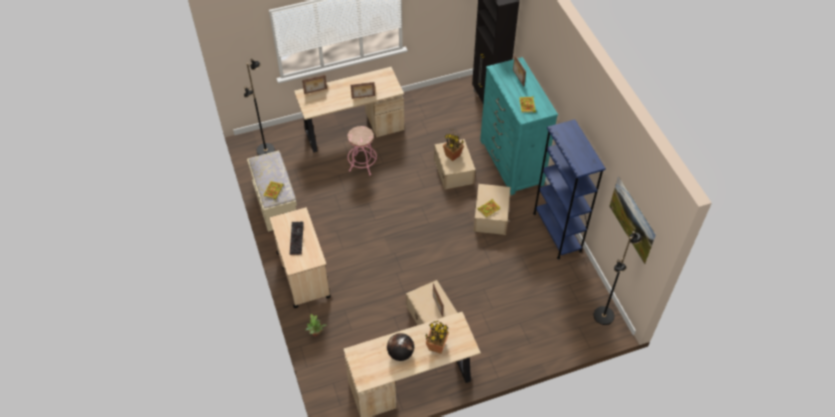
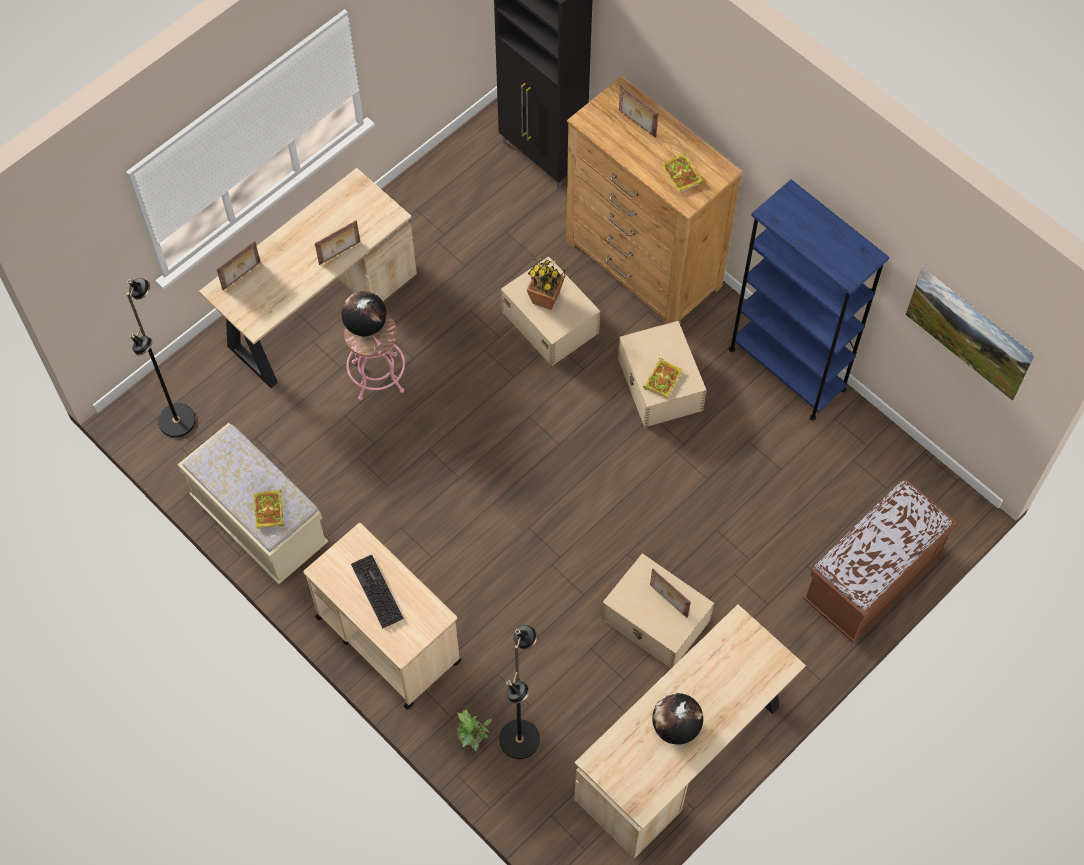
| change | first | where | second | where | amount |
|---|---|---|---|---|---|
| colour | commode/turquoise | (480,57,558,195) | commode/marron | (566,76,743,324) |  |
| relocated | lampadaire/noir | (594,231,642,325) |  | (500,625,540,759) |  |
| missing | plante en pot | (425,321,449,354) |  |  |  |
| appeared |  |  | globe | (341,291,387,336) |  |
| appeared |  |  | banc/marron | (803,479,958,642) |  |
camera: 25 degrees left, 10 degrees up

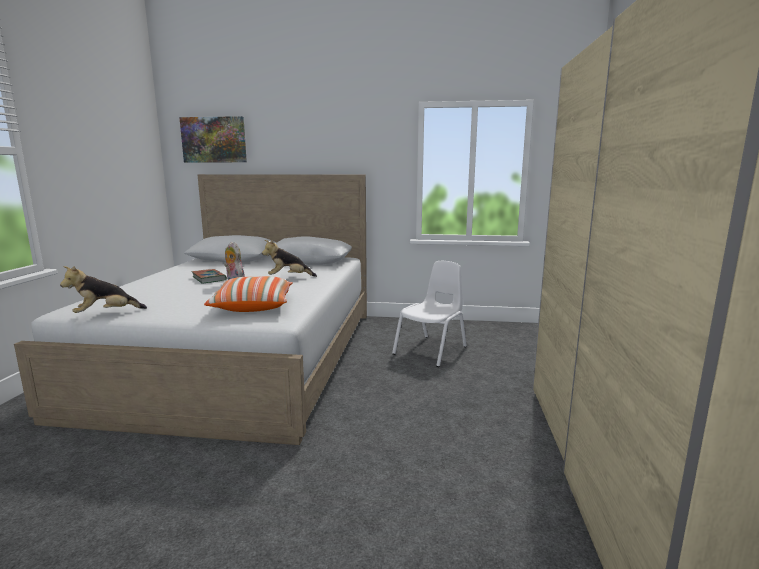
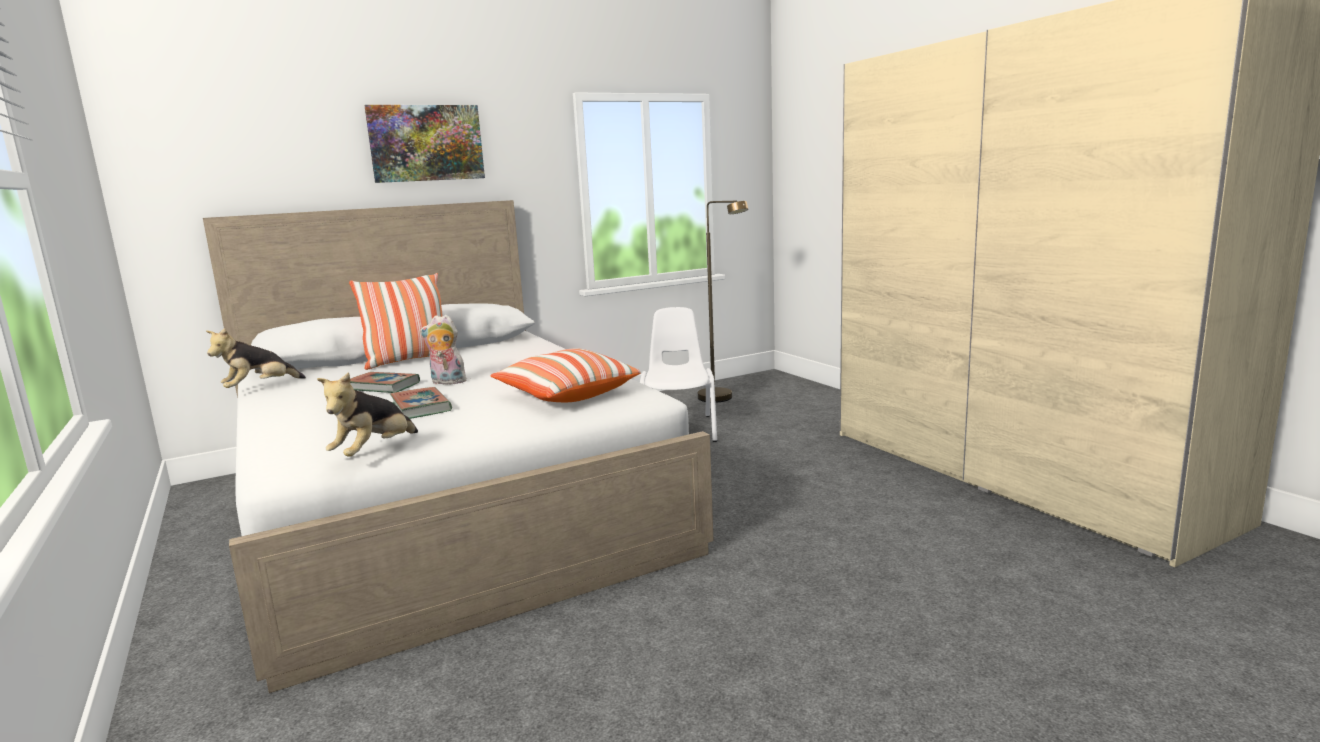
| change | first | where | second | where | amount |
|---|---|---|---|---|---|
| relocated | tableau | (179,116,247,162) |  | (365,105,485,183) |  |
| relocated | peluche | (262,240,317,277) |  | (206,328,306,388) |  |
| appeared |  |  | lampadaire/marron | (698,201,748,403) |  |
| appeared |  |  | coussin | (349,273,442,370) |  |
| appeared |  |  | livre | (390,387,452,419) |  |
camera: 35 degrees left, 0 degrees up

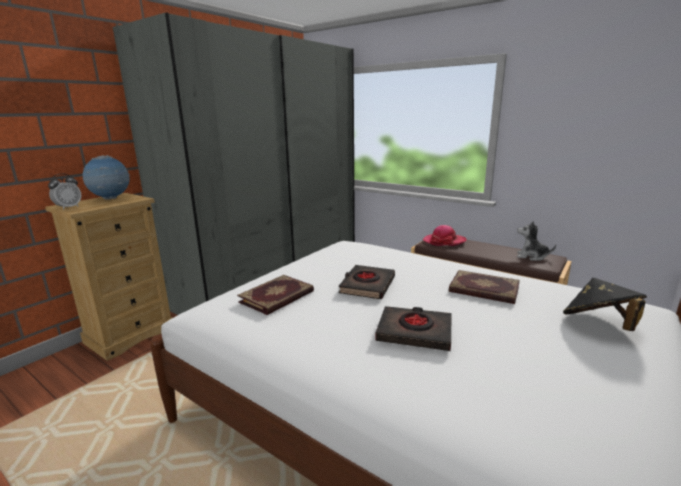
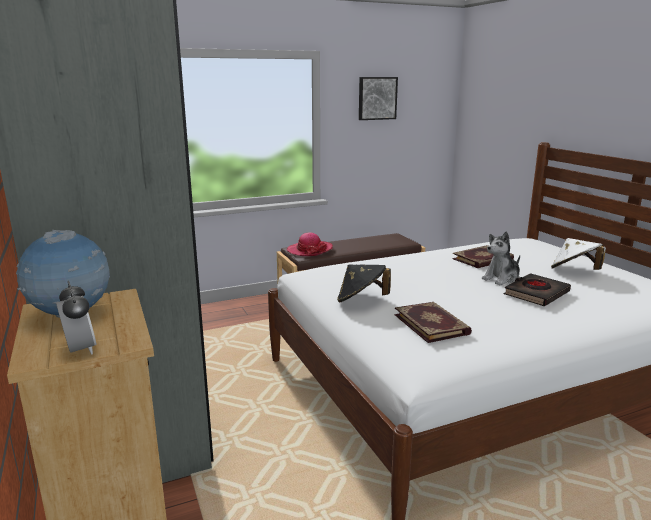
| change | first | where | second | where | amount |
|---|---|---|---|---|---|
| relocated | peluche | (517,221,556,261) |  | (482,231,520,286) |  |
| missing | livre/noir | (338,265,395,299) |  |  |  |
| relocated | chapeau/noir | (563,278,647,331) |  | (337,264,391,303) |  |
| appeared |  |  | tableau | (359,77,398,120) |  |
| appeared |  |  | chapeau/blanc | (551,238,606,270) |  |
camera: 60 degrees left, 0 degrees up

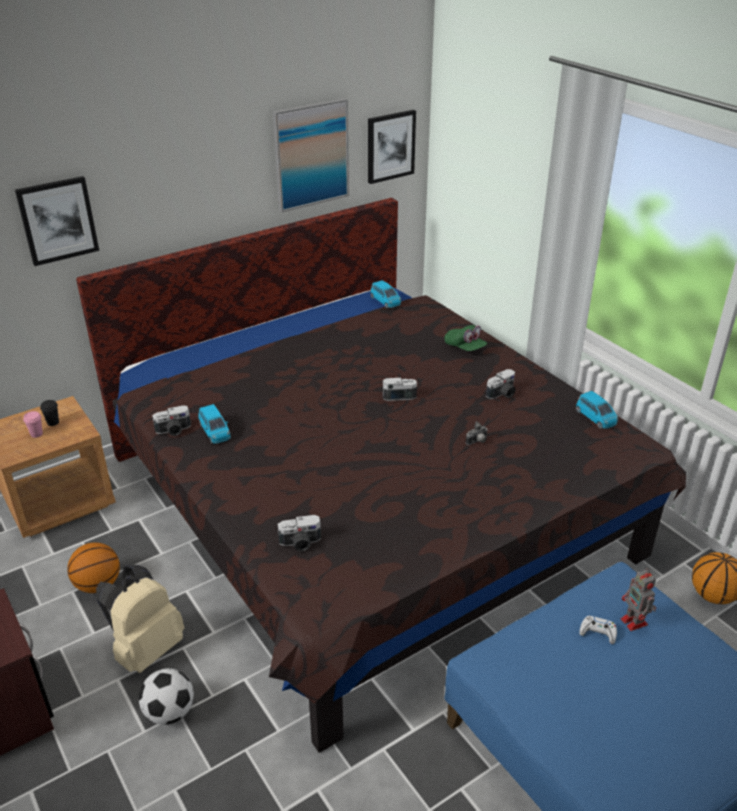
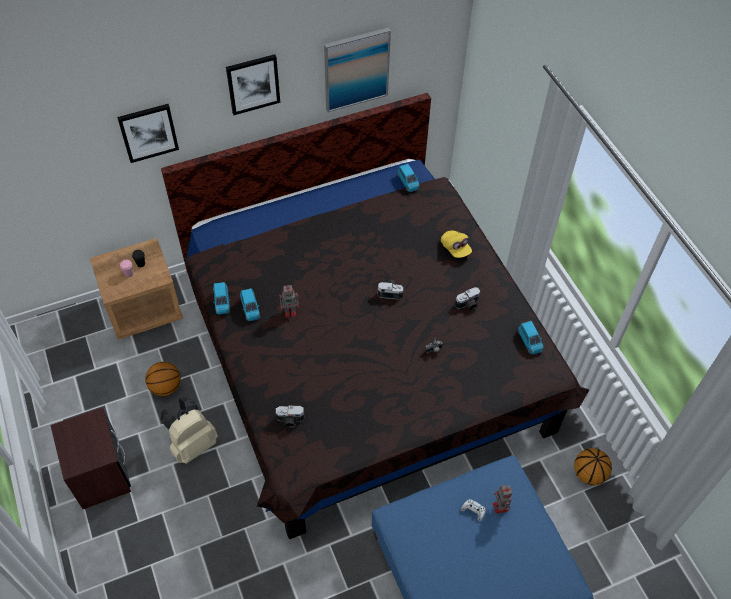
| change | first | where | second | where | amount |
|---|---|---|---|---|---|
| relocated | tableau | (368,110,416,184) |  | (226,54,280,115) |  |
| colour | casquette/vert | (444,325,487,351) | casquette/jaune | (441,231,472,258) |  |
| exchanged | appareil photo | (152,405,191,436) | petite voiture/bleu | (213,282,230,315) |  |
| missing | ballon de foot | (139,668,194,725) |  |  |  |
| appeared |  |  | robot jouet | (279,285,299,317) |  |
camera: 10 degrees right, 20 degrees up

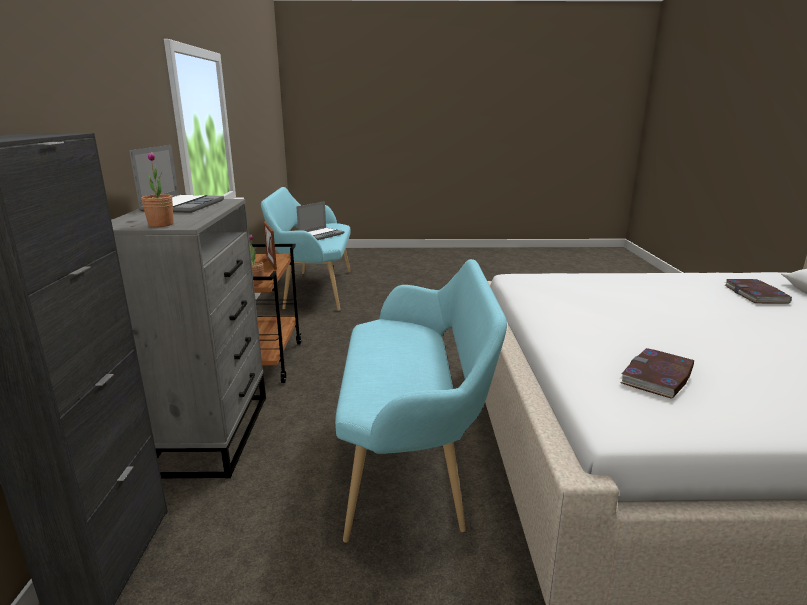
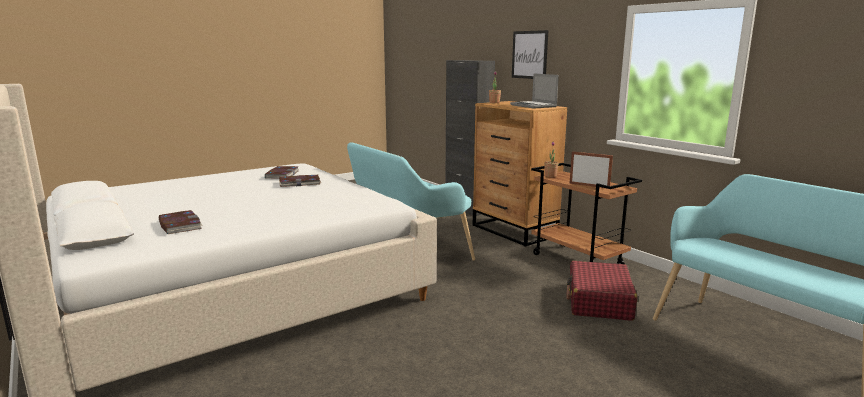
| change | first | where | second | where | amount |
|---|---|---|---|---|---|
| colour | commode/gris | (111,199,266,478) | commode/marron | (473,101,567,247) |  |
| missing | ordinateur portable | (296,201,345,240) |  |  |  |
| appeared |  |  | tableau | (512,30,548,79) |  |
| appeared |  |  | livre | (279,175,321,187) |  |
| appeared |  |  | valise/rouge | (566,261,637,321) |  |
camera: 145 degrees right, 5 degrees down

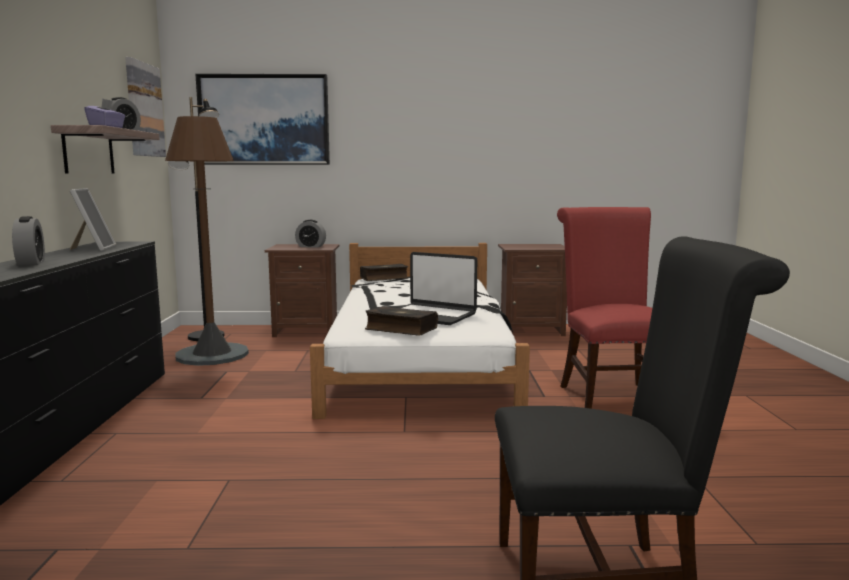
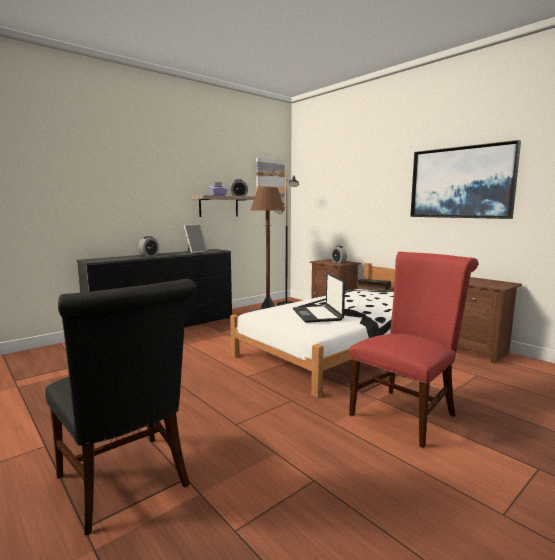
| change | first | where | second | where | amount |
|---|---|---|---|---|---|
| relocated | tableau | (195,74,330,165) |  | (410,140,521,219) |  |
| missing | livre | (365,306,438,336) |  |  |  |
camera: 50 degrees right, 0 degrees up

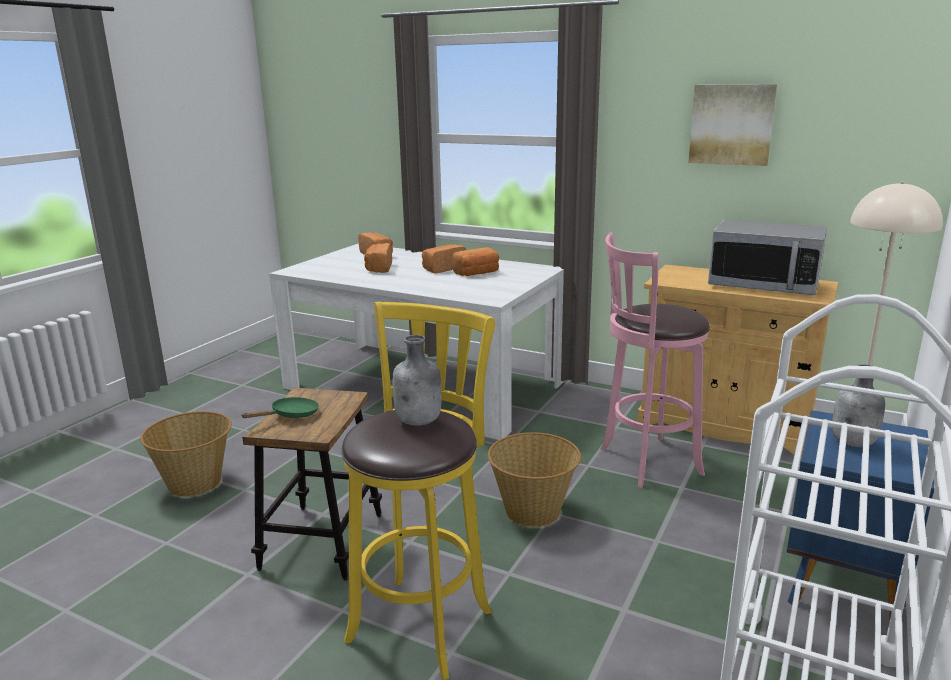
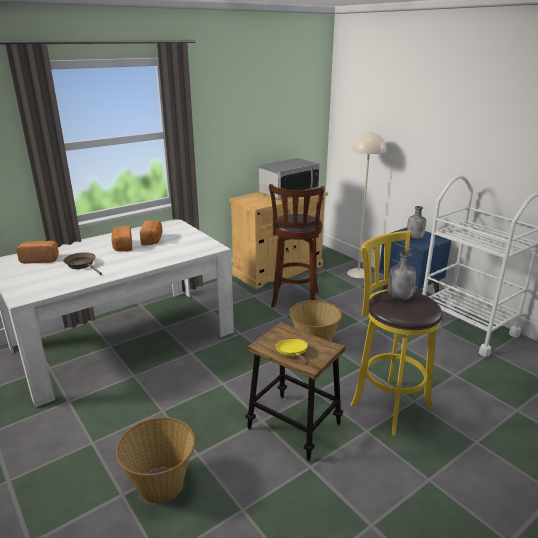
| change | first | where | second | where | amount |
|---|---|---|---|---|---|
| missing | tableau | (688,84,777,166) |  |  |  |
| colour | tabouret/rose | (600,233,710,488) | tabouret/marron | (269,184,325,307) |  |
| exchanged | pain | (364,243,392,273) | poêle/marron | (63,252,102,275) |  |
| colour | poêle/vert | (242,397,319,418) | poêle/jaune | (276,339,308,365) |  |
camera: 65 degrees left, 5 degrees up

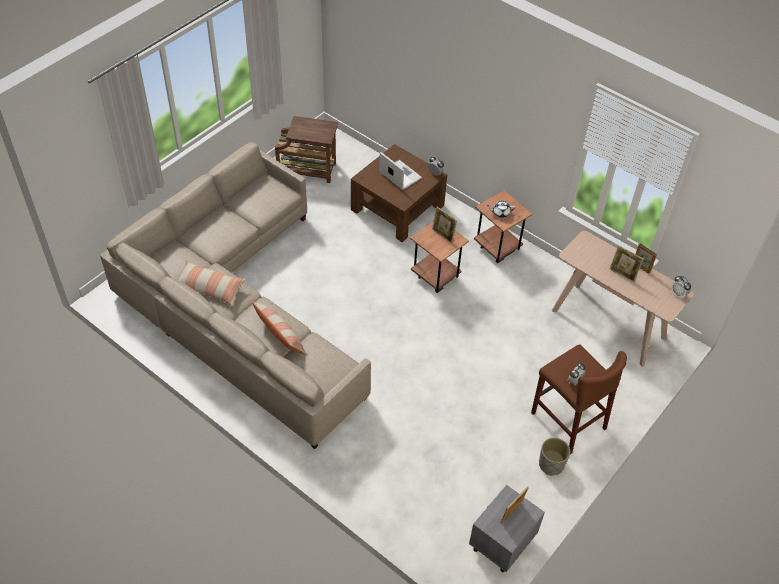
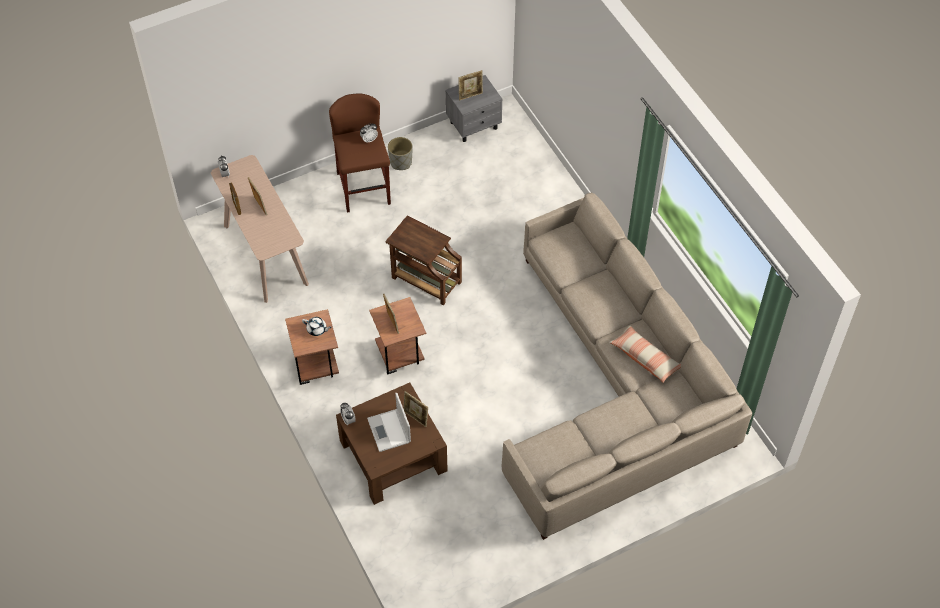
| change | first | where | second | where | amount |
|---|---|---|---|---|---|
| relocated | table d'appoint/marron | (275,116,338,183) |  | (385,215,462,305) |  |
| missing | coussin | (252,301,307,355) |  |  |  |
| appeared |  |  | cadre photo | (403,391,428,427) |  |
camera: 155 degrees left, 5 degrees up

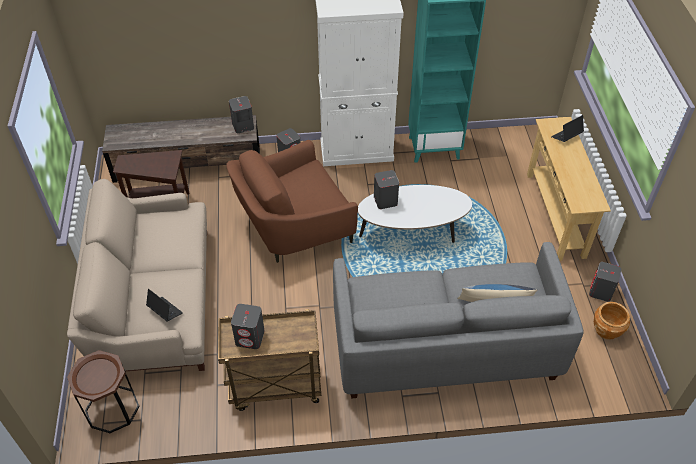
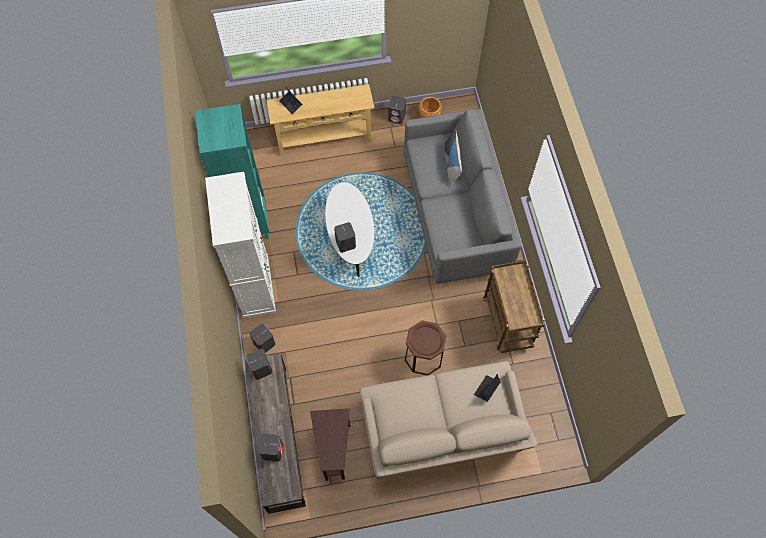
| change | first | where | second | where | amount |
|---|---|---|---|---|---|
| missing | fauteuil/marron | (226,140,358,263) |  |  |  |
| relocated | enceinte/gris | (231,304,265,349) |  | (258,434,283,461) |  |
| relocated | table d'appoint/marron | (67,350,139,433) |  | (405,321,446,375) |  |
camera: 95 degrees left, 15 degrees up

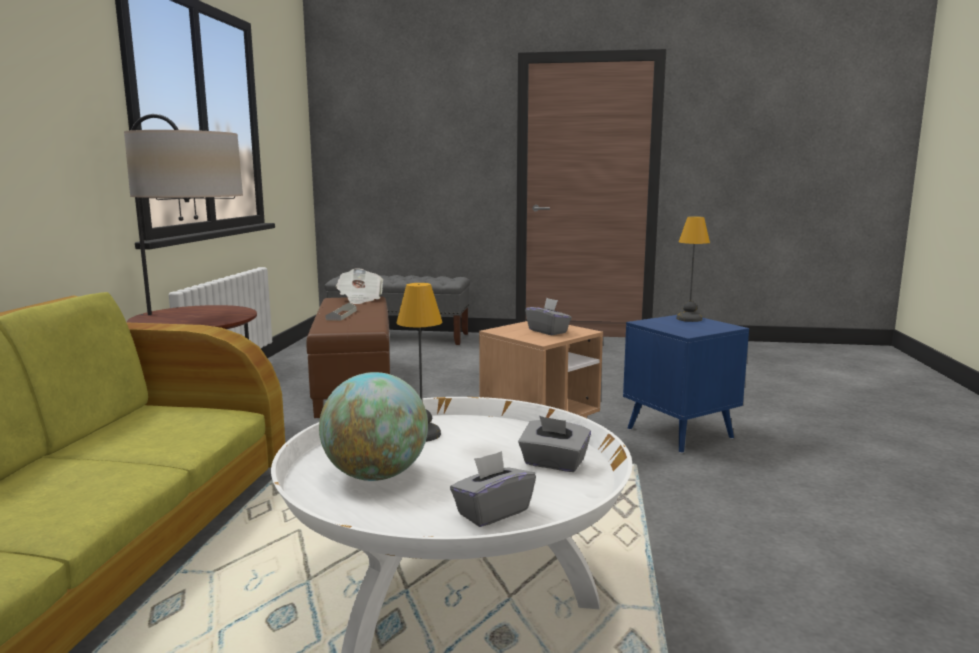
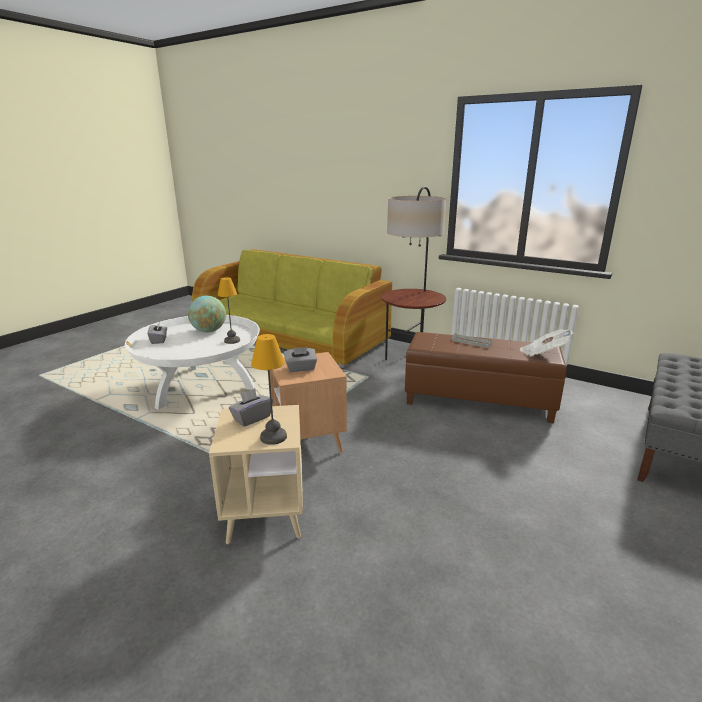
| change | first | where | second | where | amount |
|---|---|---|---|---|---|
| colour | table d'appoint/bleu | (623,315,749,453) | table d'appoint/beige | (209,405,303,544) |  |
| relocated | boîte à mouchoirs/gris | (518,416,591,472) |  | (229,388,273,427) |  |
camera: 115 degrees right, 10 degrees up

